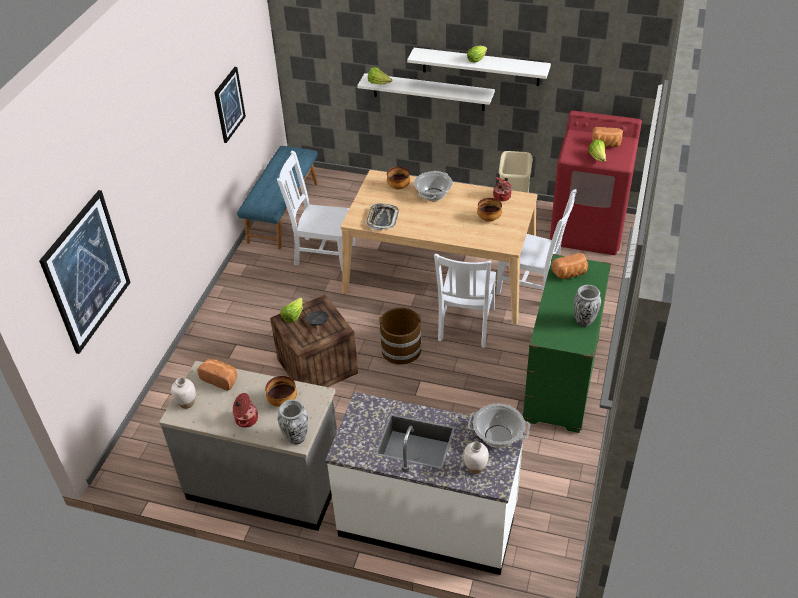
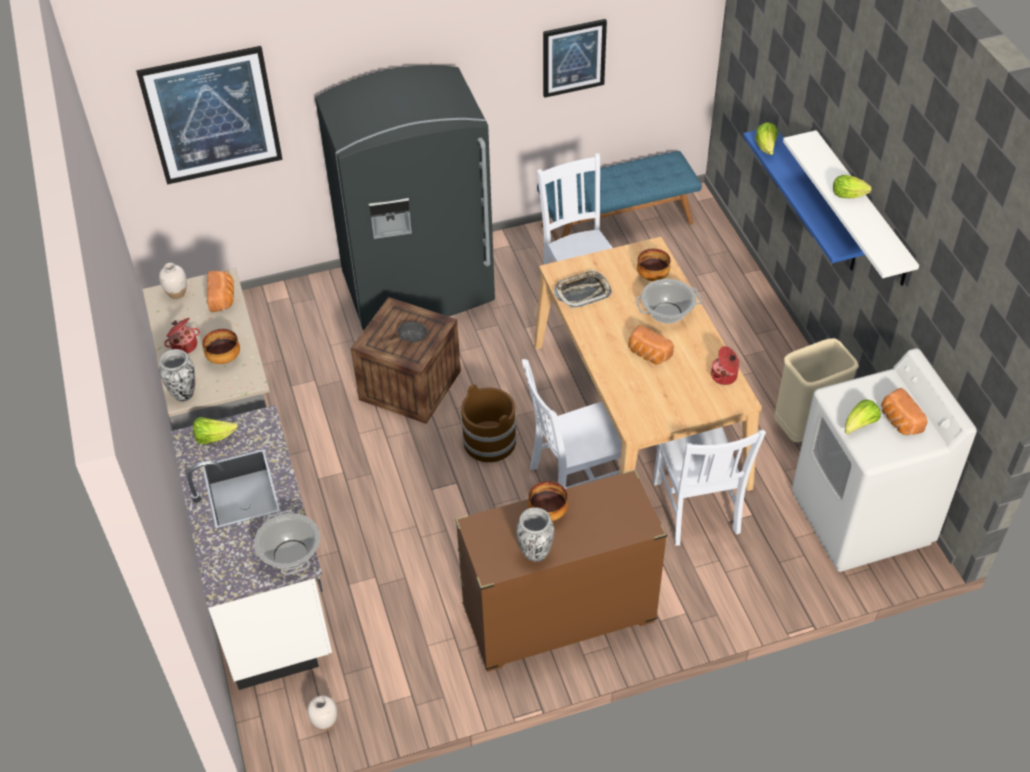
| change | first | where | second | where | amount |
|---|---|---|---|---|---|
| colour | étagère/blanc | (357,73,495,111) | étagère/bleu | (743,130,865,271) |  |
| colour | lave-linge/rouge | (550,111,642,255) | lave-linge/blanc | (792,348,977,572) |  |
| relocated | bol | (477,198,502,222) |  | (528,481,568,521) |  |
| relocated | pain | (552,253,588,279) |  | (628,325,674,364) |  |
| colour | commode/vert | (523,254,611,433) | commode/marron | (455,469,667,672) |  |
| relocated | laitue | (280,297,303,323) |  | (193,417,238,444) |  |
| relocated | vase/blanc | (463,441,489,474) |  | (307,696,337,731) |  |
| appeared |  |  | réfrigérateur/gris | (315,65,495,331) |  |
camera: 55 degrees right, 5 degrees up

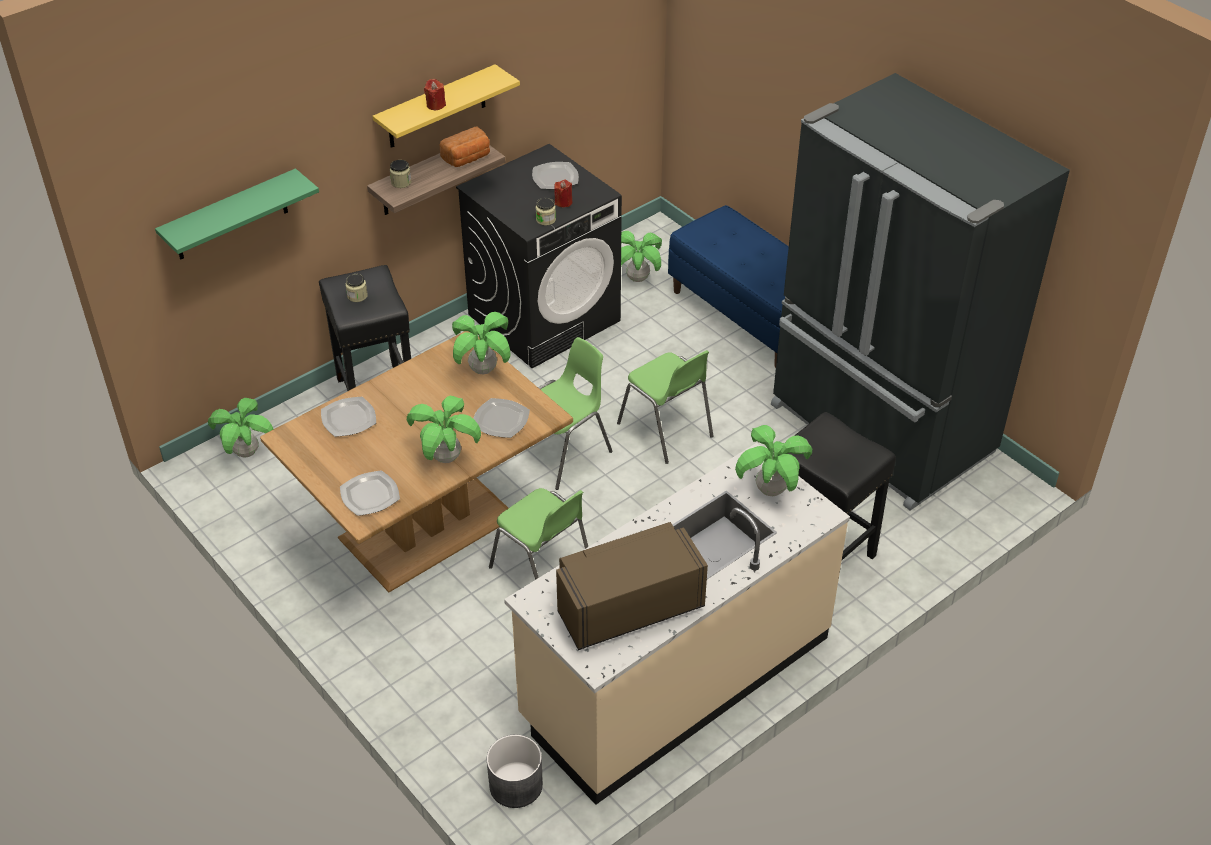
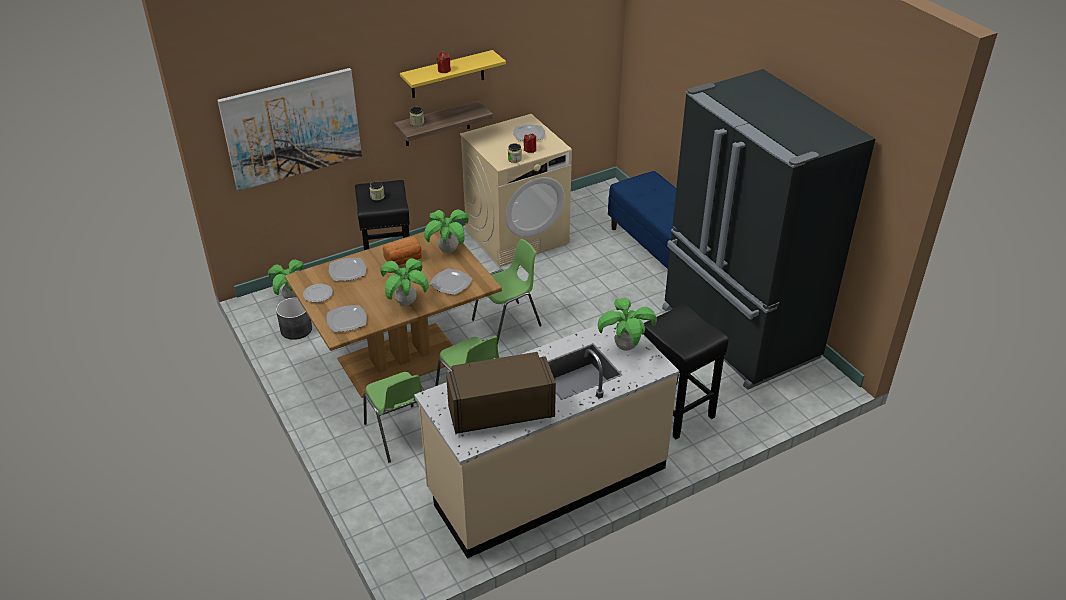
| change | first | where | second | where | amount |
|---|---|---|---|---|---|
| relocated | pain | (440,127,490,167) |  | (383,237,422,265) |  |
| colour | lave-linge/noir | (456,144,622,368) | lave-linge/beige | (460,114,572,267) |  |
| exchanged | étagère/vert | (155,168,319,260) | tableau | (217,68,362,191) |  |
| missing | plante en pot | (621,231,662,282) |  |  |  |
| relocated | chaise/vert | (617,350,713,464) |  | (363,372,424,463) |  |
| relocated | cache-pot/gris | (487,735,543,808) |  | (276,297,312,340) |  |
| appeared |  |  | assiette | (303,284,333,302) |  |
camera: 10 degrees right, 5 degrees down

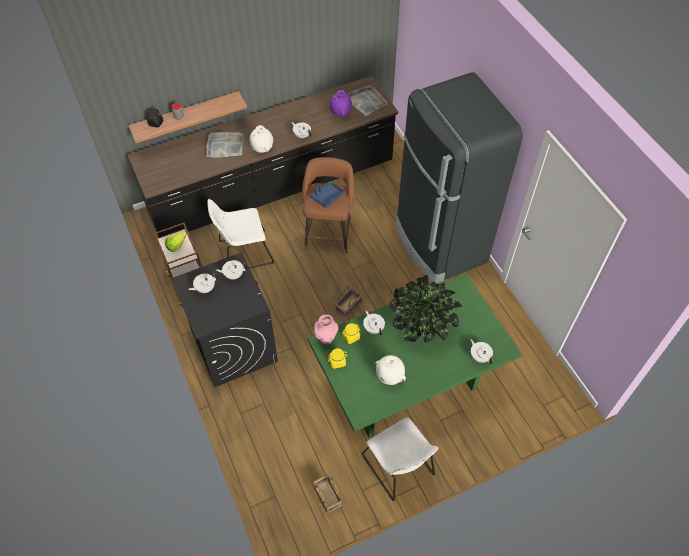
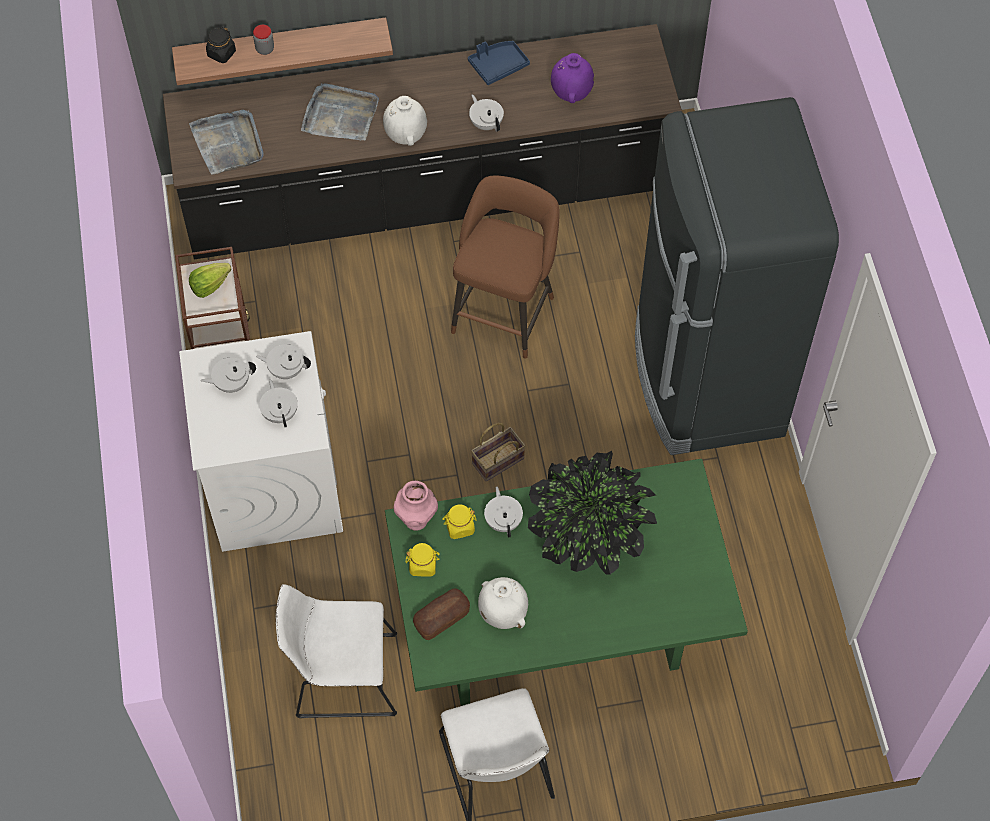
| change | first | where | second | where | amount |
|---|---|---|---|---|---|
| relocated | plateau/gris | (347,85,387,116) |  | (189,110,264,175) |  |
| relocated | plateau/bleu | (311,182,344,208) |  | (468,41,530,85) |  |
| relocated | chaise/blanc | (208,199,274,269) |  | (276,584,397,718) |  |
| colour | lave-linge/noir | (171,253,278,387) | lave-linge/blanc | (179,331,343,552) |  |
| relocated | théière/blanc | (470,339,493,364) |  | (259,380,298,427) |  |
| missing | panier | (313,475,342,513) |  |  |  |
| appeared |  |  | pain | (413,589,470,640) |  |
camera: 15 degrees right, 5 degrees up

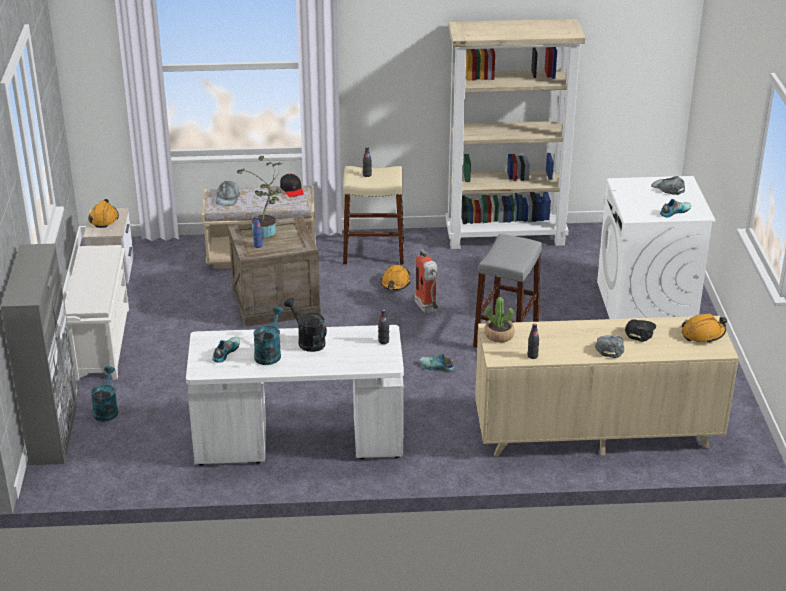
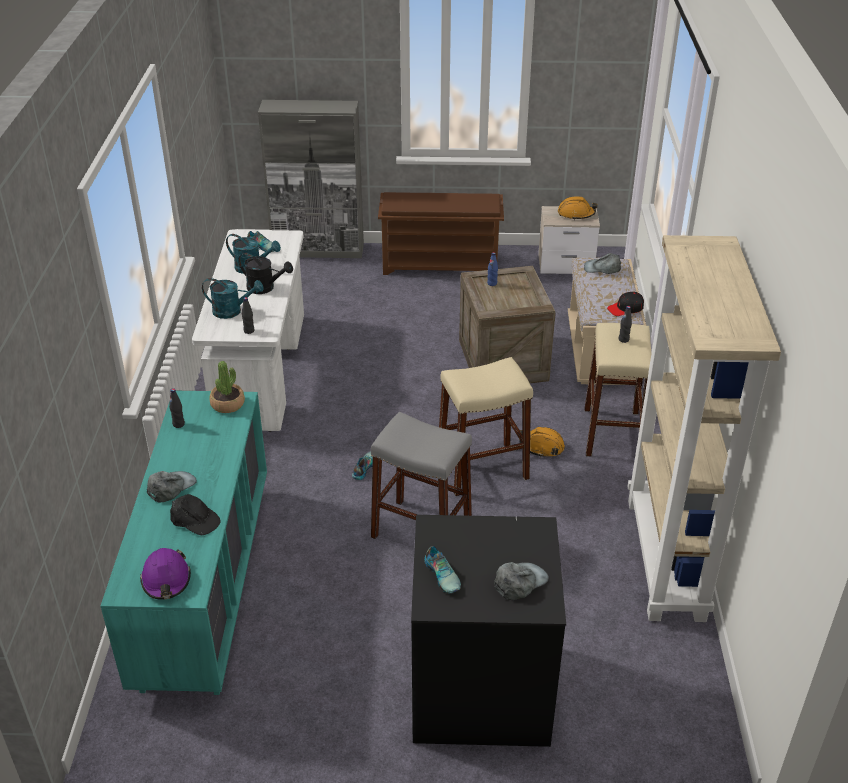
| change | first | where | second | where | amount |
|---|---|---|---|---|---|
| missing | plante en pot | (237,156,283,238) |  |  |  |
| colour | lave-linge/blanc | (597,176,716,319) | lave-linge/noir | (411,515,566,747) |  |
| colour | étagère à chaussures/blanc | (64,245,129,381) | étagère à chaussures/marron | (378,192,504,275) |  |
| exchanged | extincteur | (414,249,438,313) | tabouret/beige | (439,357,533,496) |  |
| spun | arrosoir/noir | (284,298,327,352) |  | (238,253,293,294) | 60 degrees clockwise |
| colour | casque de chantier/orange | (682,314,727,343) | casque de chantier/violet | (140,548,191,600) |  |
| colour | commode/beige | (475,316,739,456) | commode/turquoise | (101,391,267,695) |  |
| spun | casquette/gris | (595,335,624,358) |  | (147,471,197,502) | 60 degrees counterclockwise |
| relocated | arrosoir/turquoise | (91,366,118,422) |  | (202,278,263,319) |  |
camera: 95 degrees right, 5 degrees up

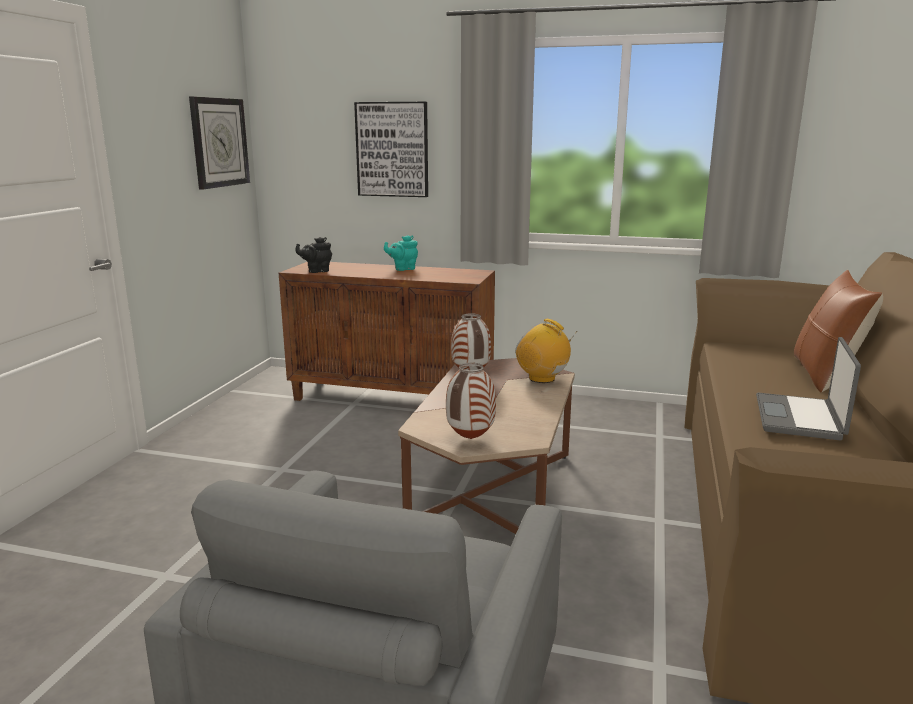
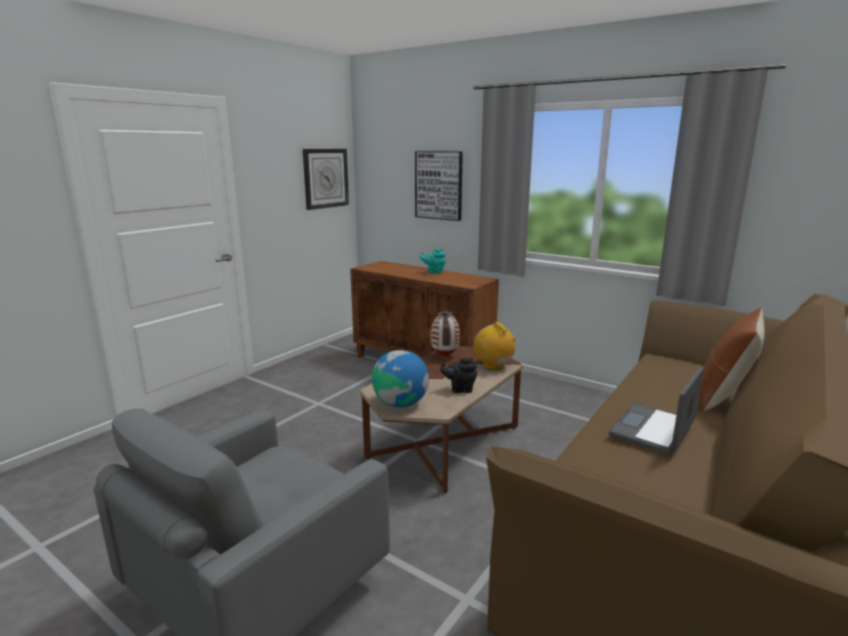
| change | first | where | second | where | amount |
|---|---|---|---|---|---|
| relocated | théière/noir | (295,237,332,273) |  | (440,358,477,393) |  |
| exchanged | vase | (446,362,496,439) | globe | (372,350,429,407) |  |
camera: 20 degrees right, 0 degrees up

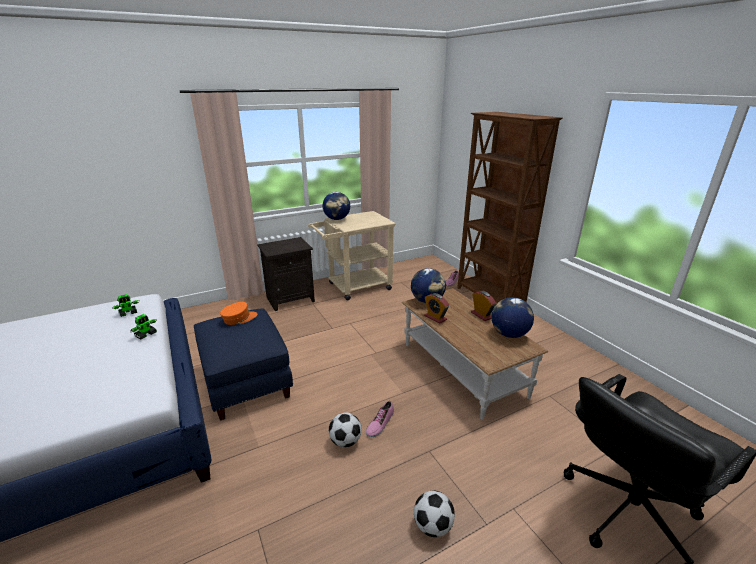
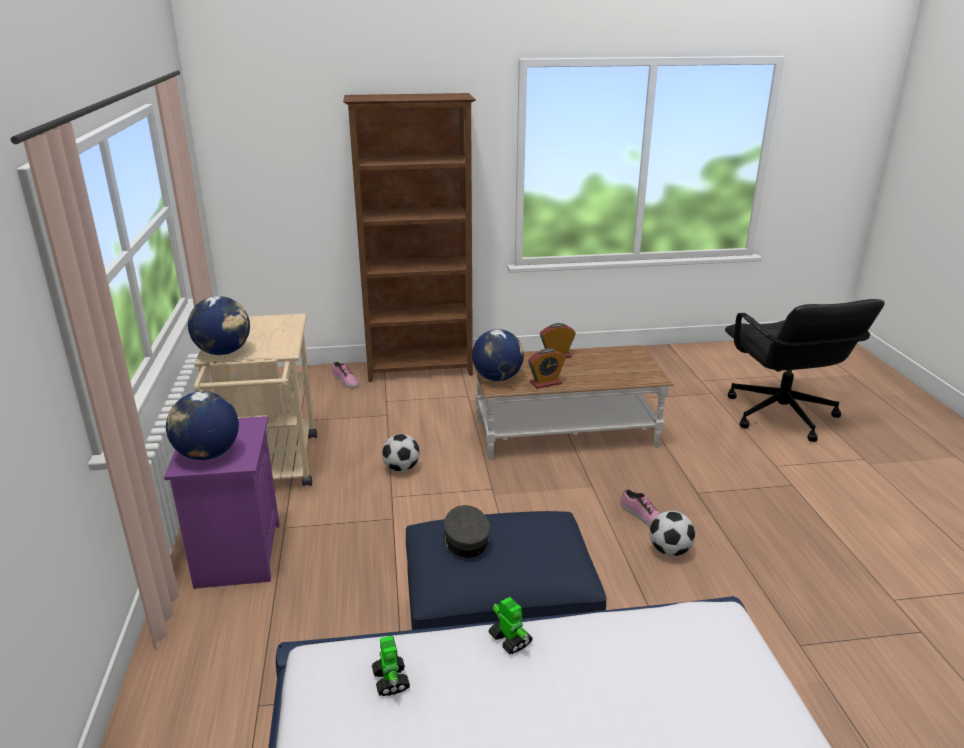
| change | first | where | second | where | amount |
|---|---|---|---|---|---|
| colour | table de chevet/noir | (257,237,315,311) | table de chevet/violet | (164,416,279,589) |  |
| relocated | globe | (491,297,534,338) |  | (166,391,239,460) |  |
| colour | casquette/orange | (220,302,257,325) | casquette/gris | (444,505,490,558) |  |
| relocated | ballon de foot | (414,491,455,537) |  | (382,434,420,472) |  |
camera: 70 degrees left, 0 degrees up

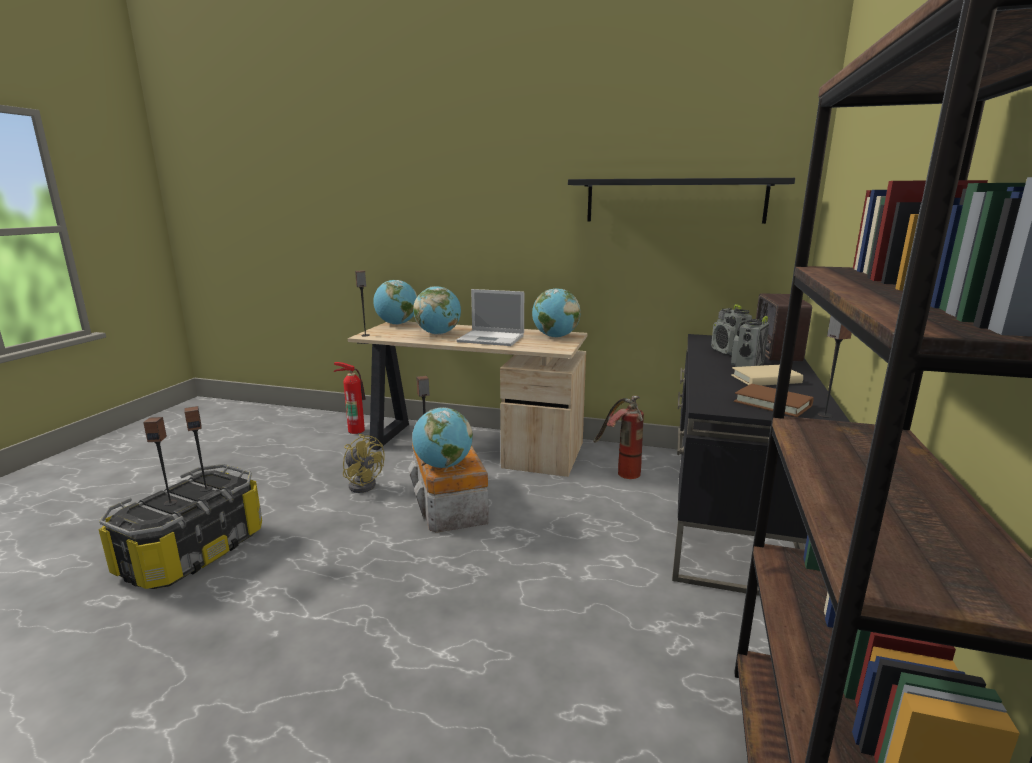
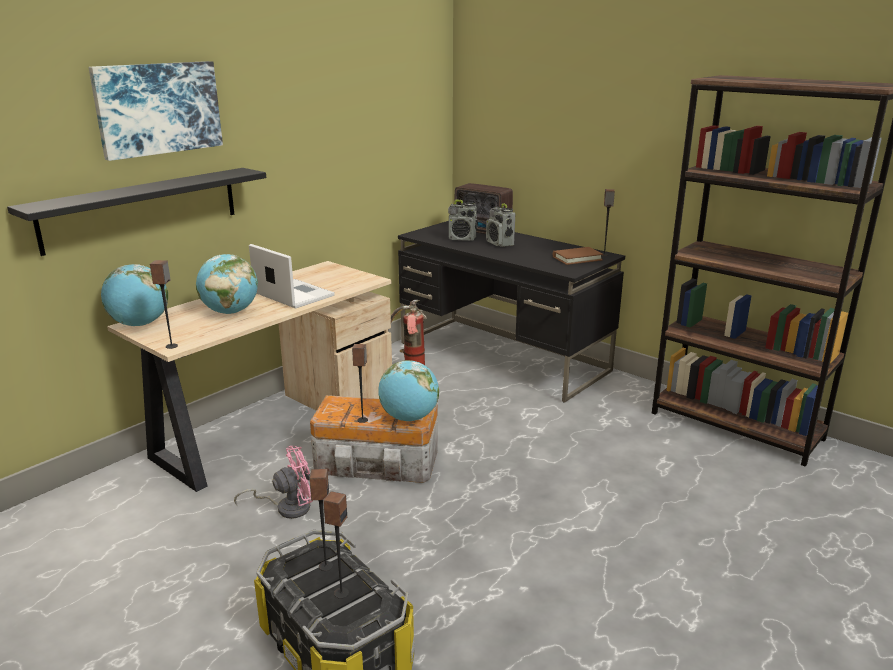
| change | first | where | second | where | amount |
|---|---|---|---|---|---|
| relocated | étagère/noir | (568,178,795,224) |  | (7,168,266,256) |  |
| missing | globe | (532,288,581,337) |  |  |  |
| spun | ordinateur portable | (457,289,524,346) |  | (249,244,335,309) | 90 degrees counterclockwise |
| missing | extincteur | (334,362,366,434) |  |  |  |
| missing | livre/beige | (731,365,803,386) |  |  |  |
| colour | ventilateur/jaune | (343,434,385,493) | ventilateur/rose | (234,446,313,519) |  |
| appeared |  |  | tableau | (89,61,223,161) |  |
camera: 65 degrees left, 5 degrees up

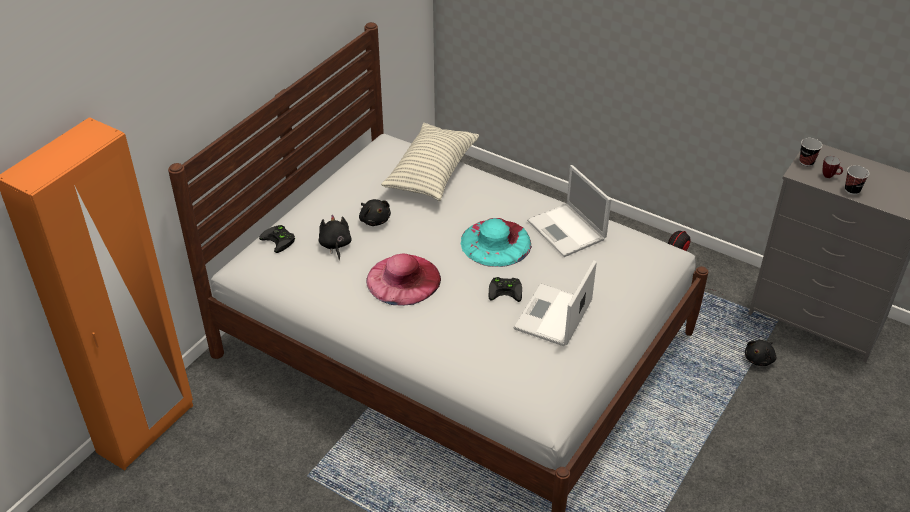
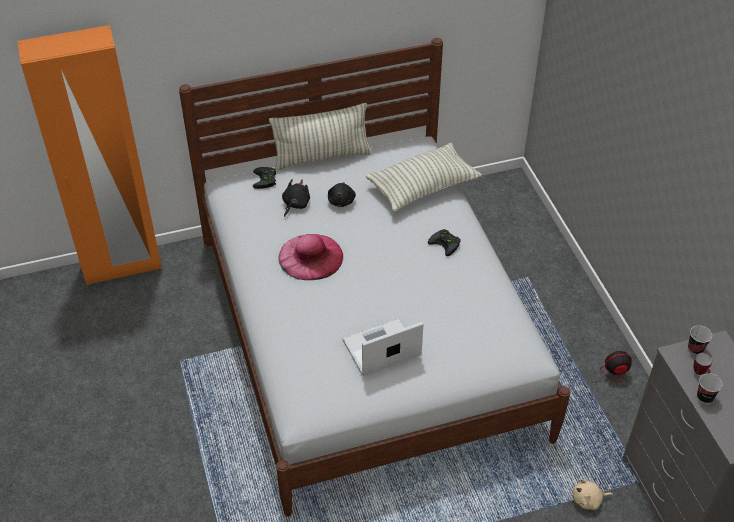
| change | first | where | second | where | amount |
|---|---|---|---|---|---|
| missing | ordinateur portable | (527,165,611,257) |  |  |  |
| missing | chapeau/turquoise | (461,218,532,267) |  |  |  |
| relocated | manette/noir | (488,277,522,302) |  | (428,229,461,256) |  |
| colour | peluche/noir | (745,340,777,366) | peluche/beige | (573,478,613,510) |  |
| appeared |  |  | coussin | (269,103,372,170) |  |
camera: 40 degrees right, 5 degrees up

